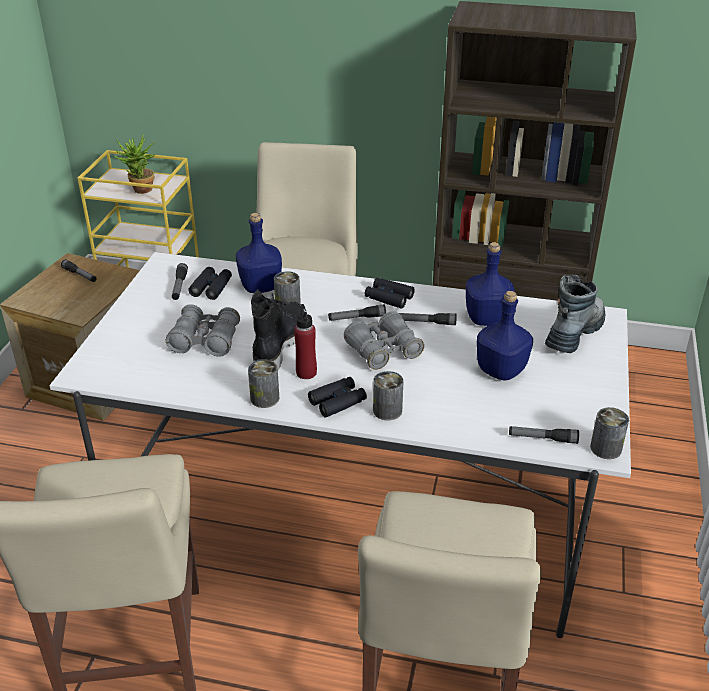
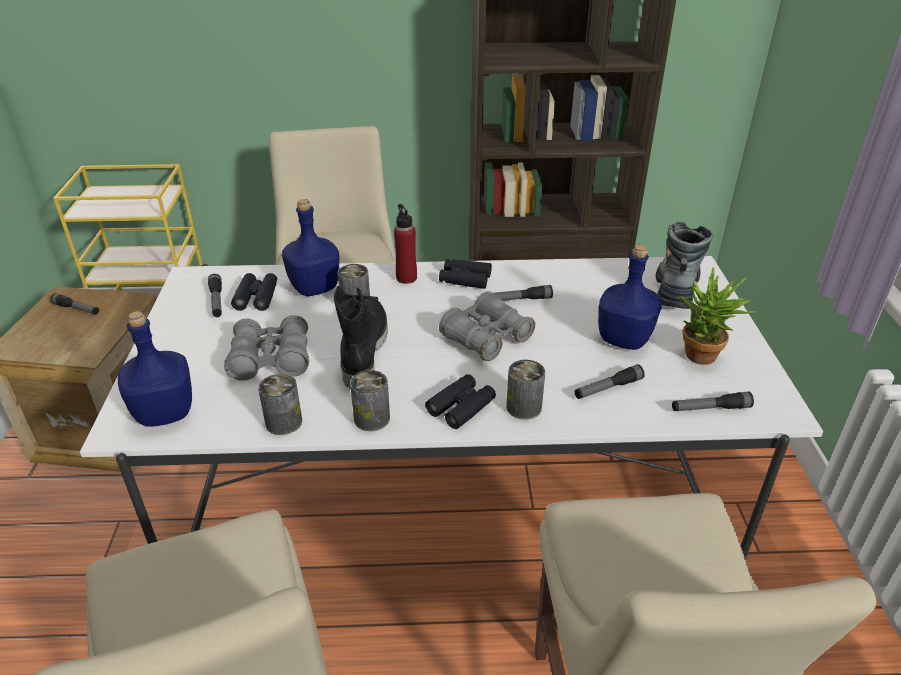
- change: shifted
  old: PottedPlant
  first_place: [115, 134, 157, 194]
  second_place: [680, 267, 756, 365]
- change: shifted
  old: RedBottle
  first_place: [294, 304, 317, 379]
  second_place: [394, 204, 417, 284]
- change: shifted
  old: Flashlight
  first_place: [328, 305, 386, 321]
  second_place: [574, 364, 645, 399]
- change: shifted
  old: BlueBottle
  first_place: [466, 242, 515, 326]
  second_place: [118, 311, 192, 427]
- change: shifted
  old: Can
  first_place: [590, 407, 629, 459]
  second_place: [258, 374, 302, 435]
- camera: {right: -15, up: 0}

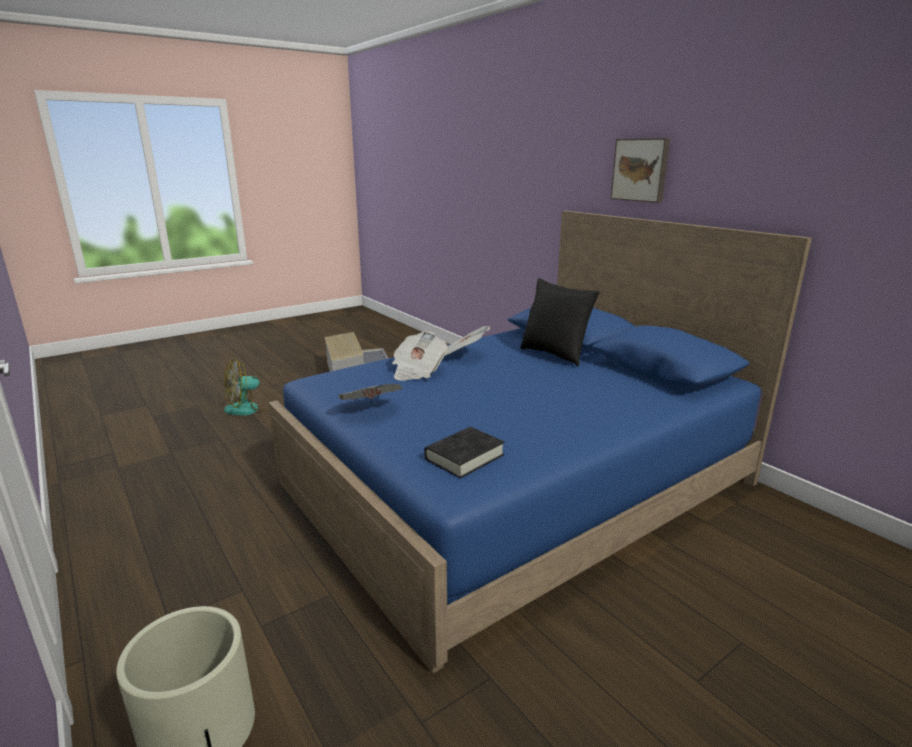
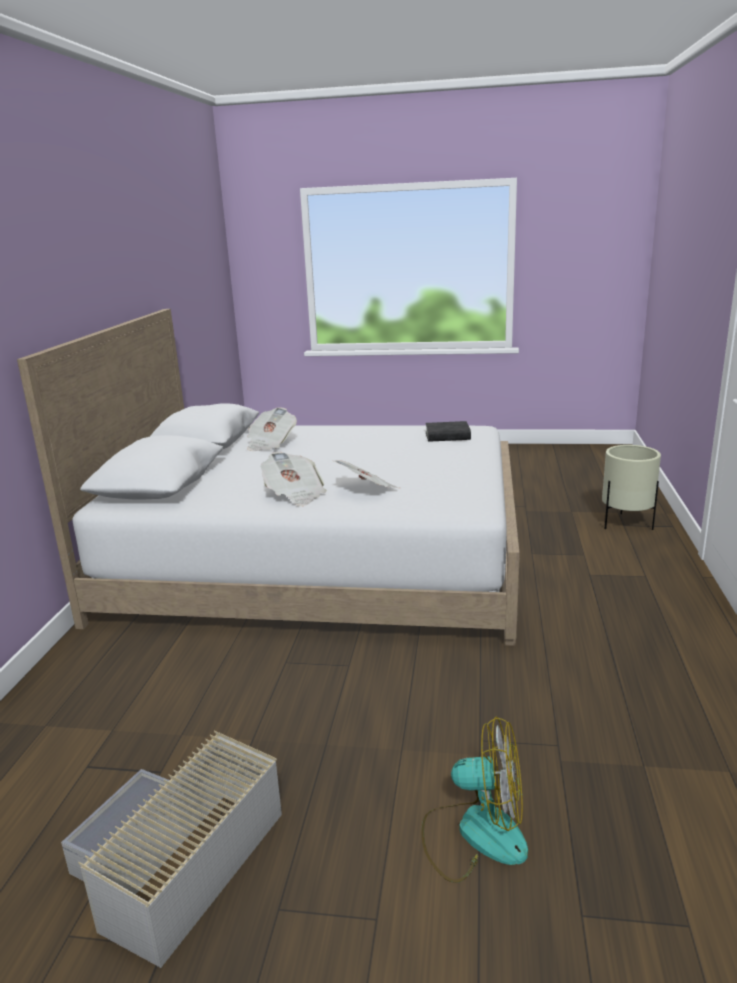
- change: gone
  old: BlackPillow
  first_place: [520, 278, 600, 366]
- change: gone
  old: Picture
  first_place: [611, 138, 670, 203]
- change: shifted
  old: Newspaper
  first_place: [339, 384, 403, 400]
  second_place: [247, 407, 297, 451]
- change: repainted
  old: BlueBed
  new: WhiteBed
  first_place: [268, 211, 812, 674]
  second_place: [17, 309, 520, 646]
- camera: {right: -135, up: 0}

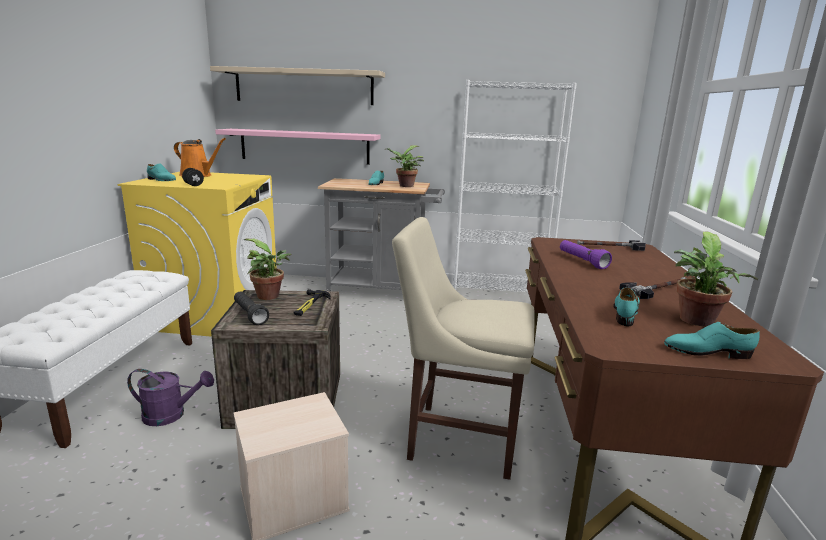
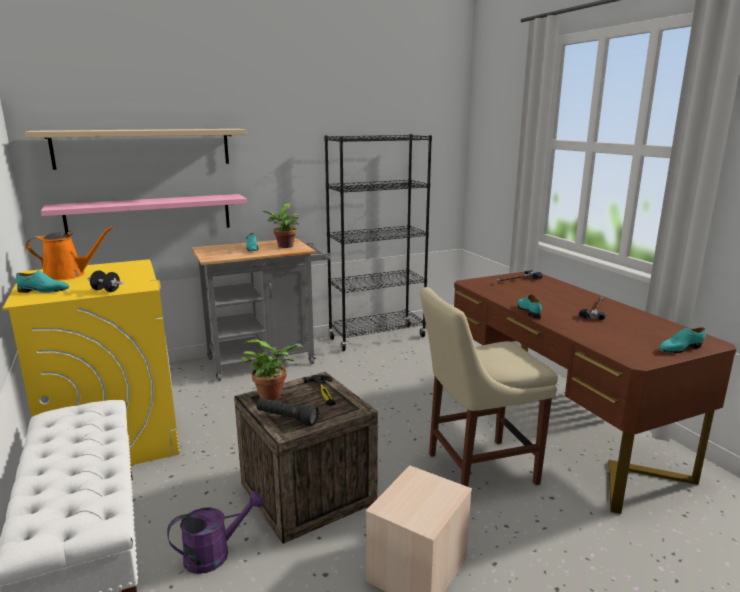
- change: gone
  old: PurpleFlashlight
  first_place: [560, 240, 612, 269]
- change: gone
  old: PottedPlant
  first_place: [674, 231, 758, 327]
- change: shifted
  old: TurquoiseShoe
  first_place: [614, 287, 640, 326]
  second_place: [518, 294, 542, 319]
- change: repainted
  old: WhiteBookcase
  new: BlackBookcase
  first_place: [453, 80, 577, 292]
  second_place: [324, 134, 432, 351]
- camera: {right: -30, up: 0}

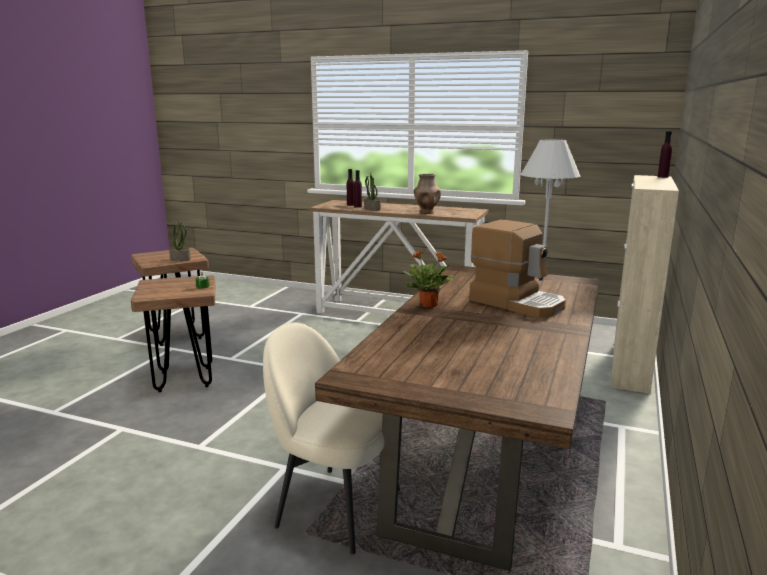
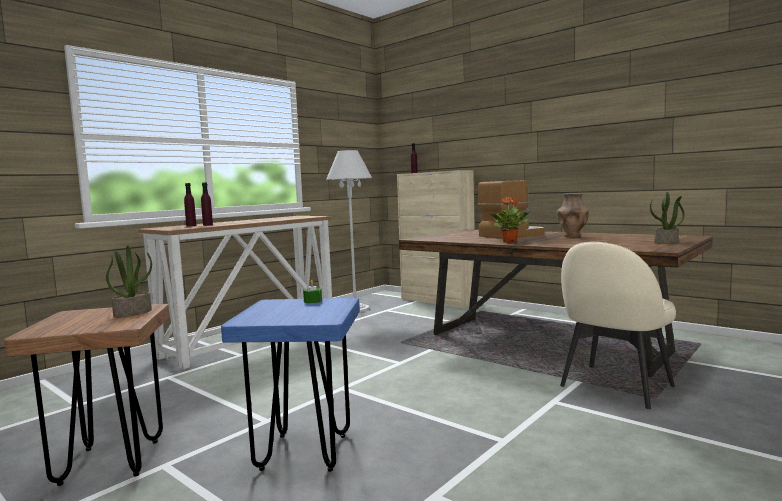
- change: shifted
  old: PottedPlant
  first_place: [364, 173, 381, 210]
  second_place: [650, 192, 685, 244]
- change: shifted
  old: BrownVase
  first_place: [414, 174, 441, 214]
  second_place: [557, 193, 589, 237]
- change: repainted
  old: BrownStool
  new: BlueStool
  first_place: [131, 275, 215, 392]
  second_place: [221, 298, 360, 472]
- camera: {right: -70, up: -10}

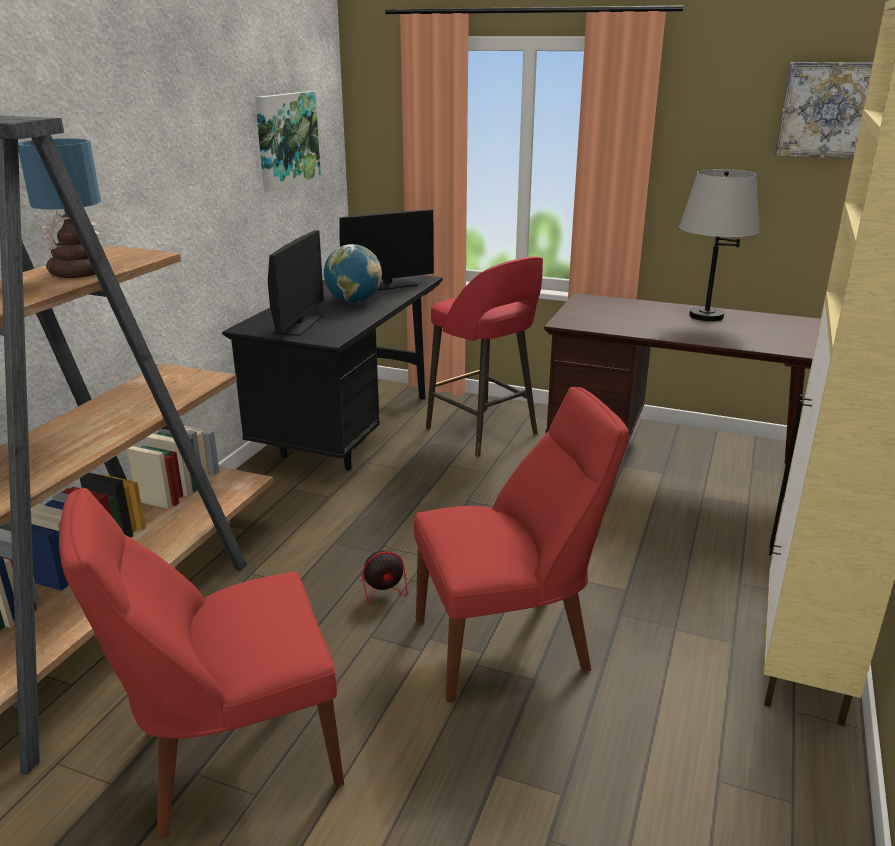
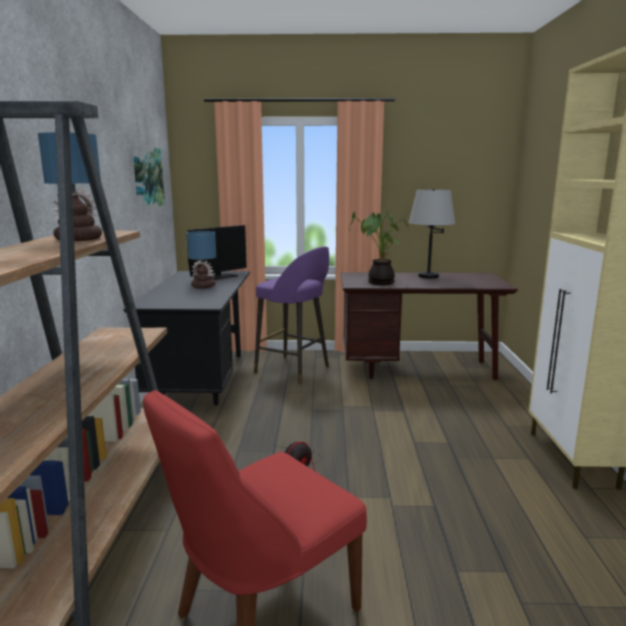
- change: gone
  old: Monitor
  first_place: [268, 230, 324, 336]
- change: gone
  old: RedChair
  first_place: [414, 386, 629, 703]
- change: gone
  old: Picture
  first_place: [775, 62, 873, 159]
- change: new
  new: PottedPlant
  second_place: [349, 211, 409, 285]
- change: swapped
  old: Globe
  new: TableLamp
  first_place: [324, 244, 382, 303]
  second_place: [186, 231, 216, 289]
- change: repainted
  old: RedStool
  new: PurpleStool
  first_place: [426, 256, 543, 457]
  second_place: [254, 246, 329, 384]
- camera: {right: -20, up: -10}

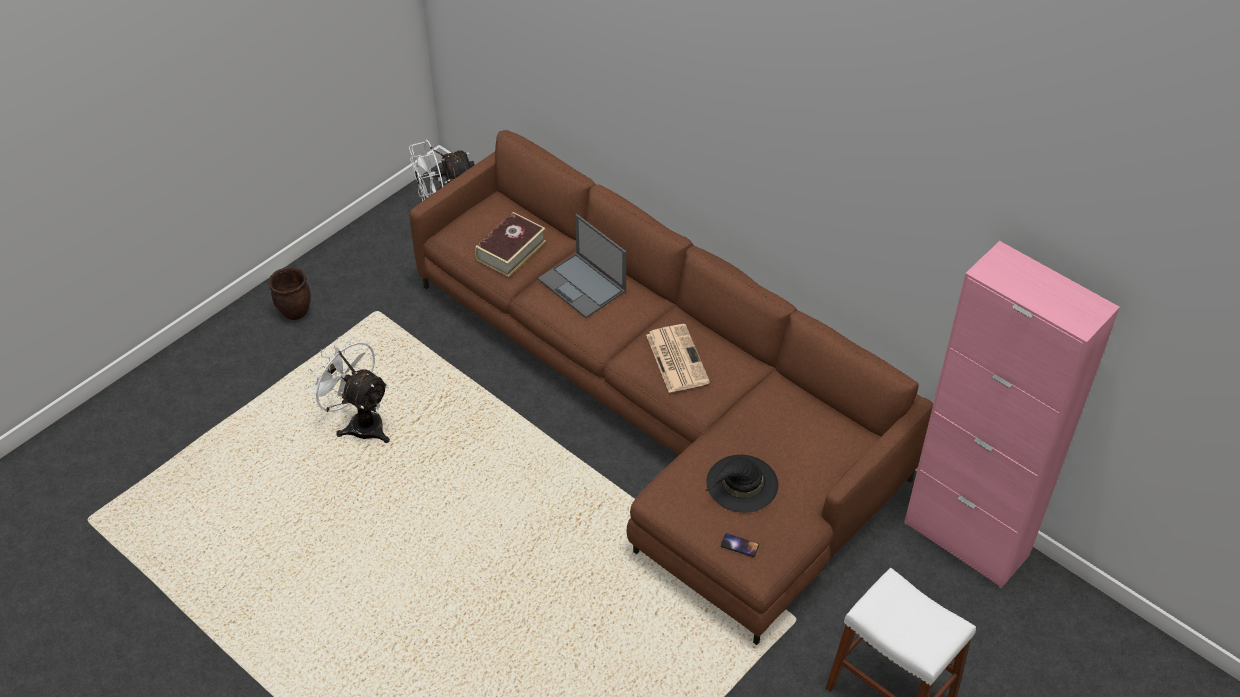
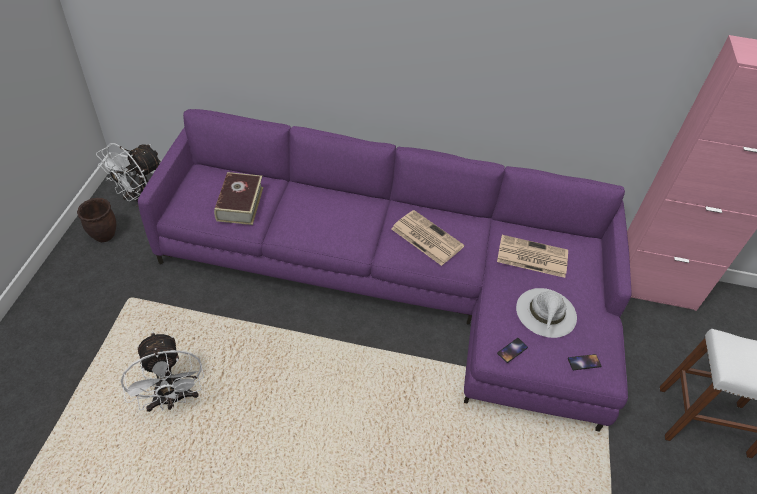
- change: gone
  old: Laptop
  first_place: [538, 214, 626, 318]
- change: new
  new: Newspaper
  second_place: [497, 235, 568, 278]
- change: new
  new: Phone
  second_place: [497, 338, 528, 363]
- change: shifted
  old: BrownPlanter
  first_place: [268, 267, 311, 320]
  second_place: [77, 198, 116, 242]
- change: repainted
  old: BrownSofa
  new: PurpleSofa
  first_place: [410, 130, 933, 645]
  second_place: [138, 109, 632, 432]
- change: repainted
  old: BlackHat
  new: WhiteHat
  first_place: [706, 455, 779, 513]
  second_place: [516, 288, 577, 338]
- change: rotated
  old: WhiteFan
  first_place: [305, 336, 390, 443]
  second_place: [121, 332, 204, 412]
  degrees: -120
- camera: {right: -35, up: 0}

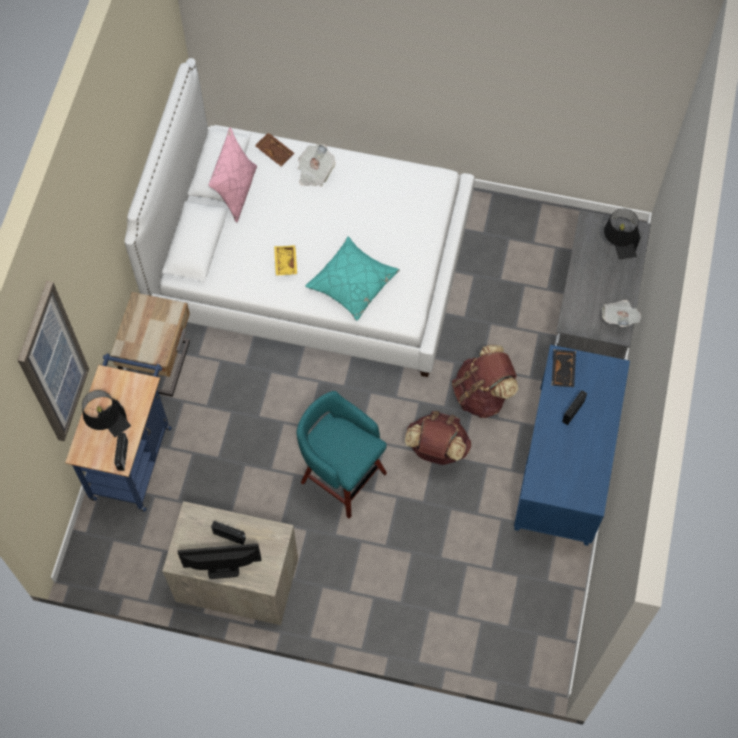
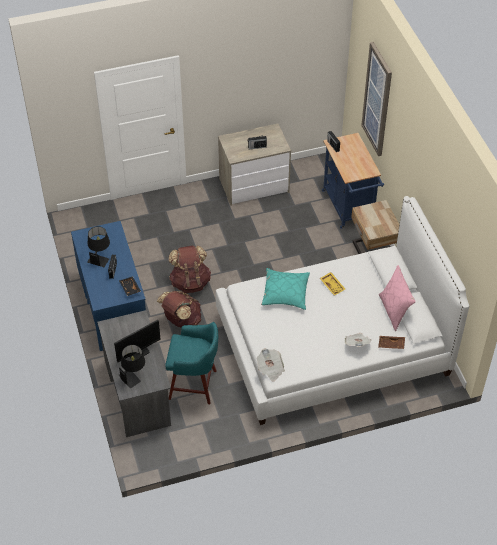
- change: shifted
  old: BlackTableLamp
  first_place: [82, 390, 131, 437]
  second_place: [87, 226, 110, 267]
- change: shifted
  old: Monitor
  first_place: [178, 543, 262, 579]
  second_place: [114, 320, 160, 362]
- change: shifted
  old: TurquoiseStool
  first_place: [296, 391, 387, 519]
  second_place: [165, 322, 218, 404]
- change: shifted
  old: Newspaper
  first_place: [602, 300, 642, 327]
  second_place: [257, 348, 285, 381]
- camera: {right: 150, up: -15}

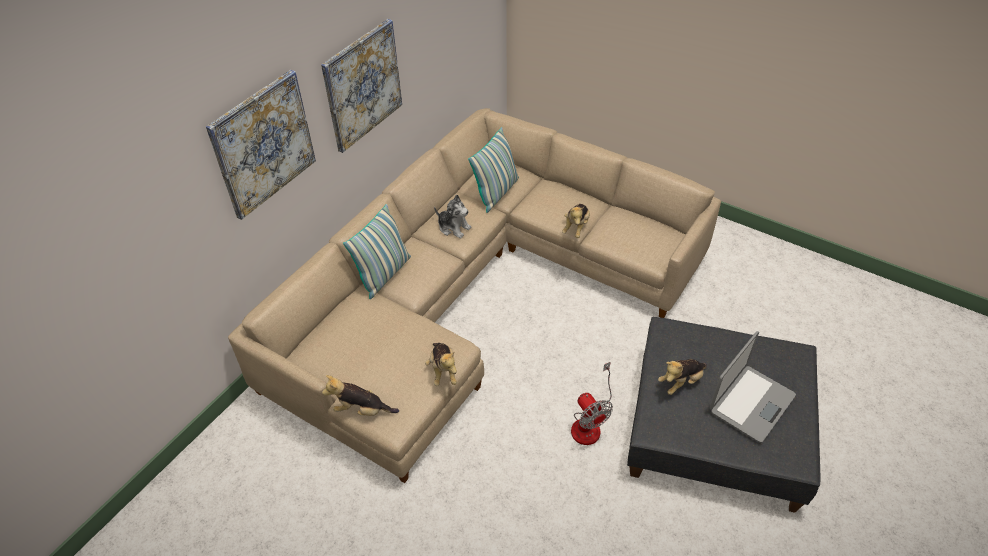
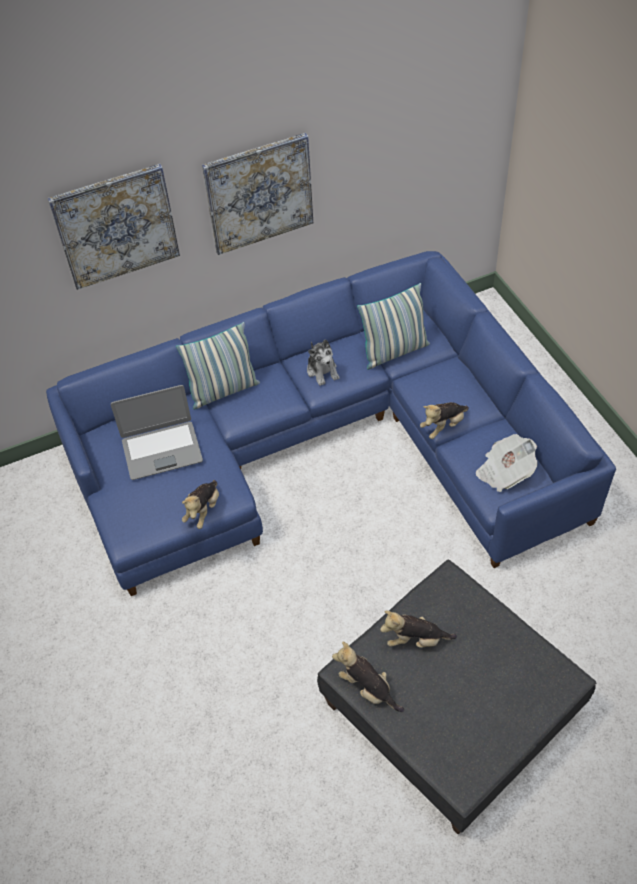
- change: gone
  old: Fan
  first_place: [571, 362, 613, 445]
- change: new
  new: Newspaper
  second_place: [476, 434, 538, 492]
- change: shifted
  old: PlushToy
  first_place: [322, 375, 399, 416]
  second_place: [332, 641, 404, 712]
- change: shifted
  old: Laptop
  first_place: [710, 331, 796, 443]
  second_place: [111, 385, 203, 480]
- change: repainted
  old: BeigeSofa
  new: BlueSofa
  first_place: [228, 108, 721, 483]
  second_place: [46, 251, 616, 596]
- camera: {right: 35, up: 5}

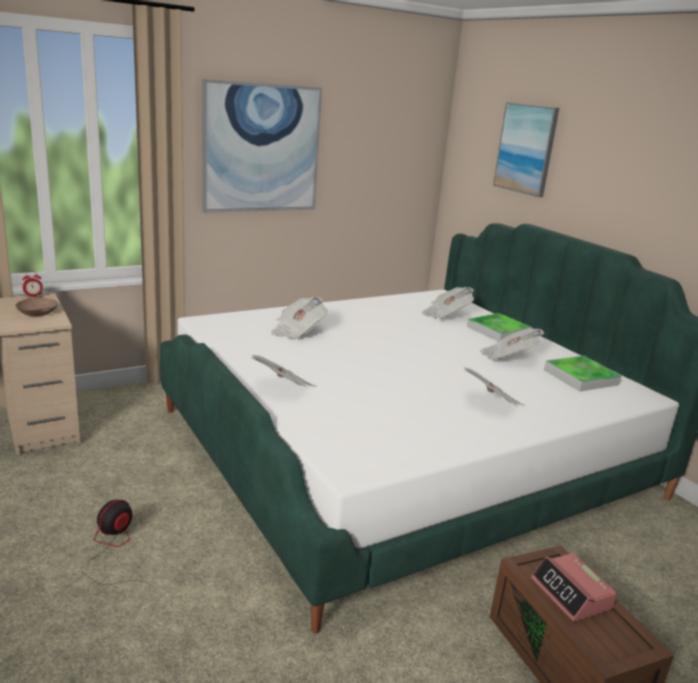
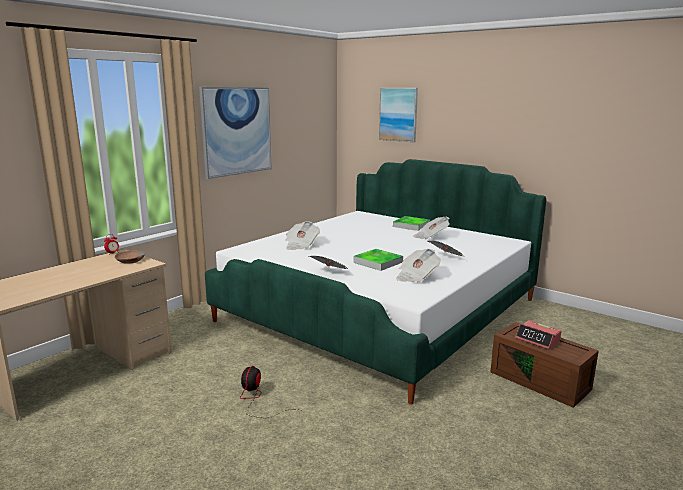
- change: shifted
  old: Newspaper
  first_place: [422, 287, 474, 319]
  second_place: [396, 249, 441, 282]
- change: shifted
  old: Tray
  first_place: [544, 356, 621, 391]
  second_place: [353, 249, 403, 271]
- camera: {right: -20, up: -5}

